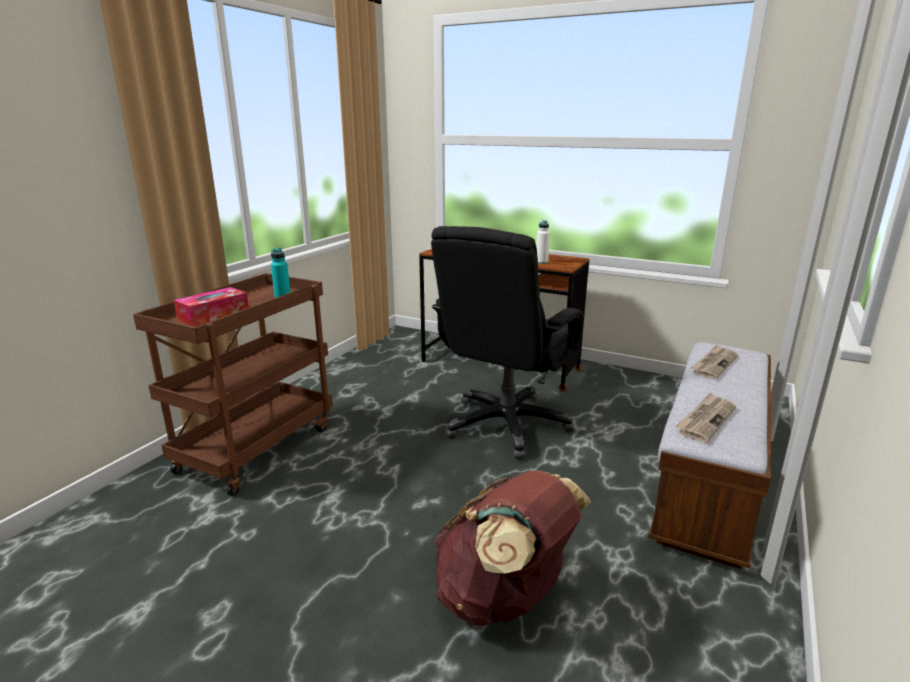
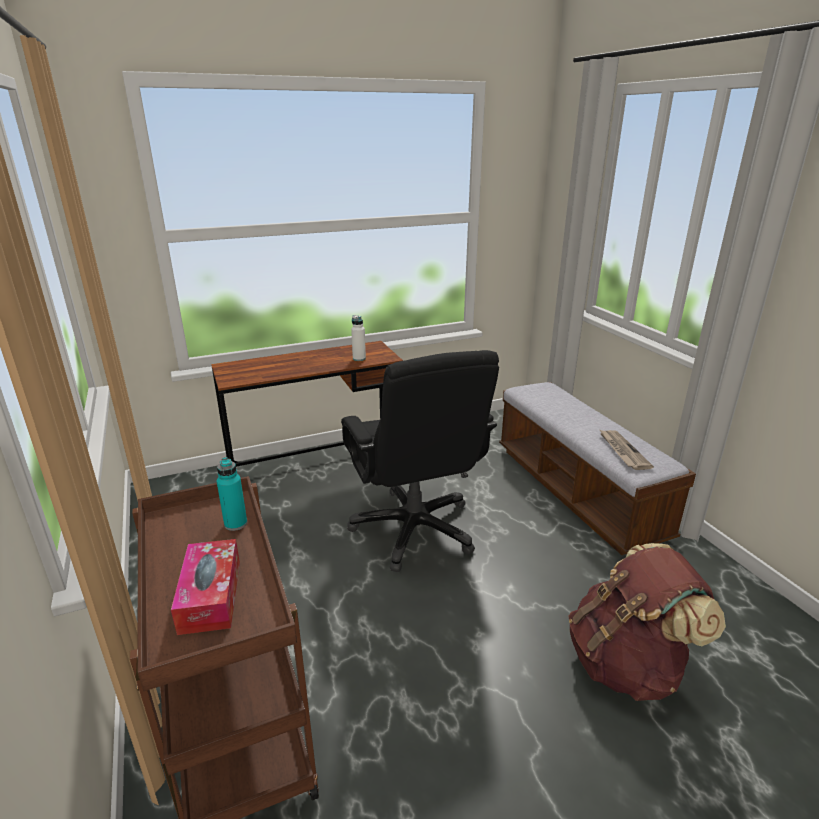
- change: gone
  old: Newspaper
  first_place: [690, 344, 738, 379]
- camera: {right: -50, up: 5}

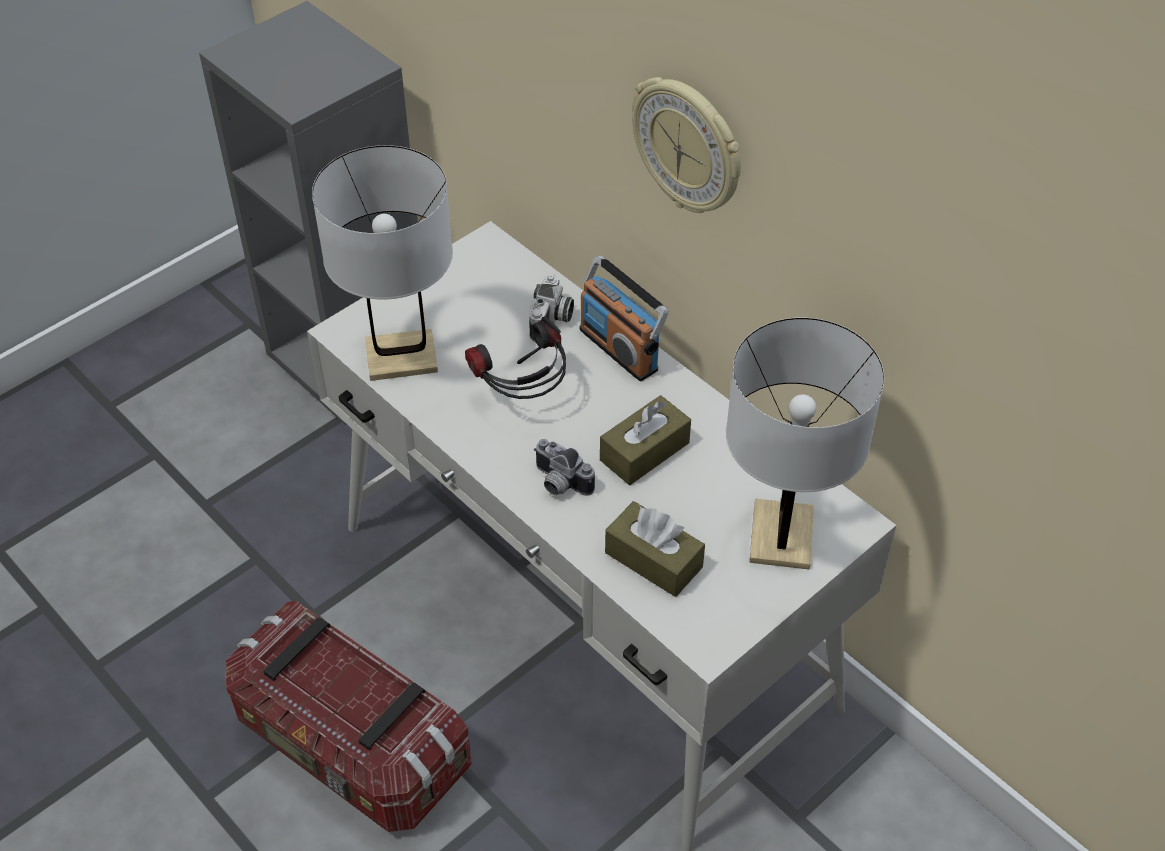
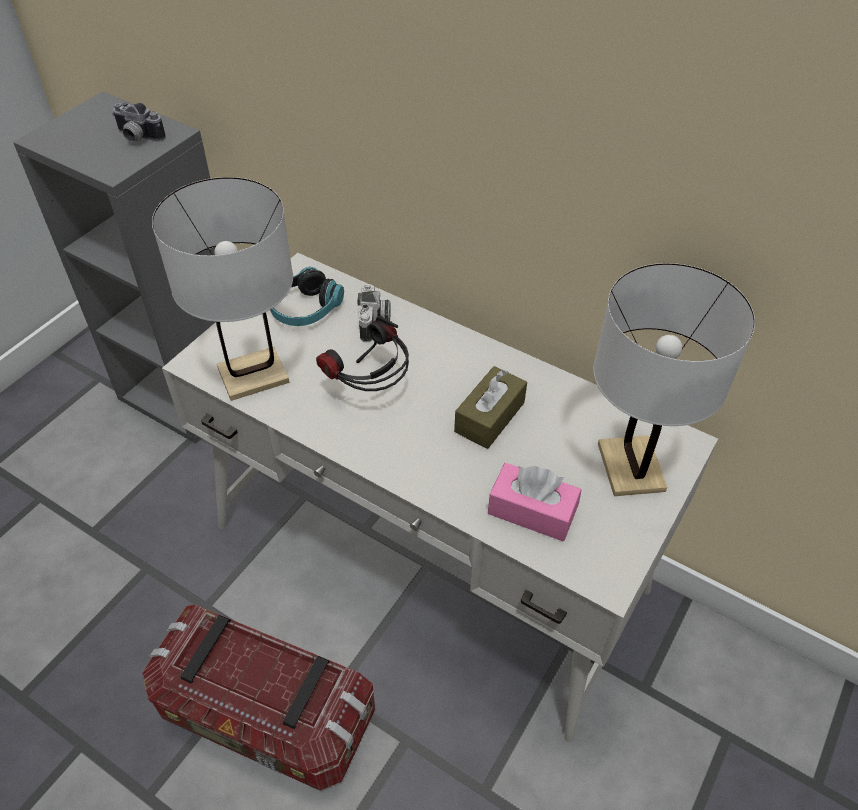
- change: gone
  old: Radio
  first_place: [580, 256, 669, 381]
- change: gone
  old: WallClock
  first_place: [632, 77, 741, 213]
- change: new
  new: Headphones
  second_place: [270, 267, 344, 326]
- change: shifted
  old: PhotoCamera
  first_place: [534, 439, 595, 496]
  second_place: [112, 103, 166, 142]
- change: repainted
  old: BrownTissueBox
  new: PinkTissueBox
  first_place: [605, 501, 705, 597]
  second_place: [488, 463, 582, 541]
- camera: {right: -15, up: 0}

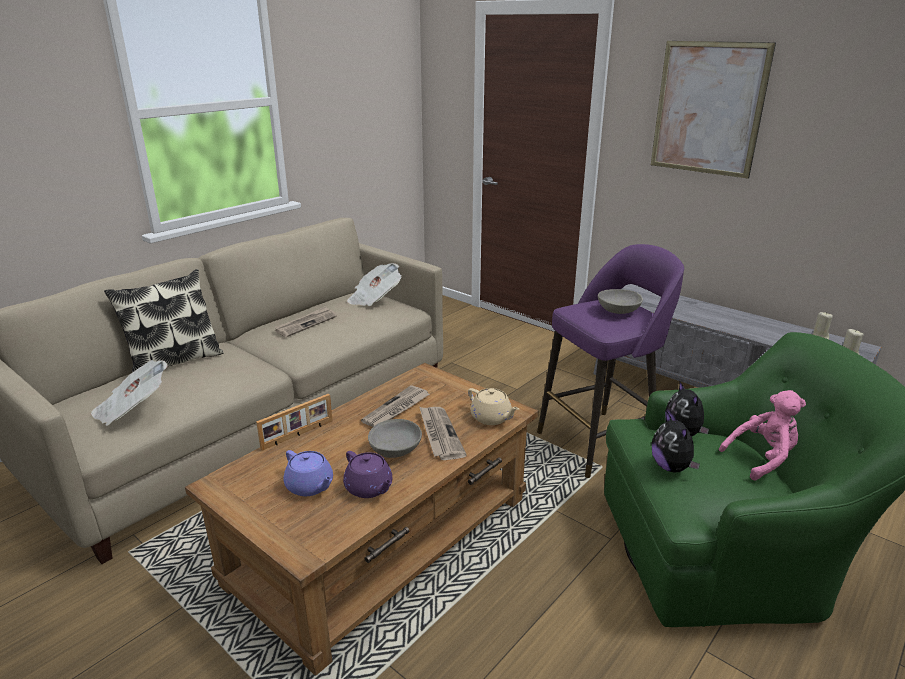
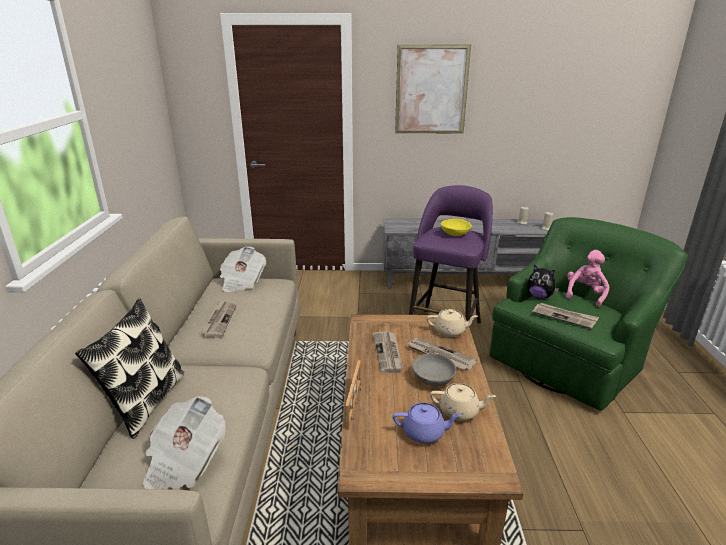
- change: swapped
  old: PlushToy
  new: Newspaper
  first_place: [652, 412, 700, 472]
  second_place: [532, 303, 599, 329]
- change: repainted
  old: PurpleTeapot
  new: BeigeTeapot
  first_place: [343, 451, 393, 498]
  second_place: [430, 383, 496, 421]
- change: repainted
  old: GreyBowl
  new: YellowBowl
  first_place: [598, 289, 643, 314]
  second_place: [441, 219, 472, 236]
- camera: {right: -40, up: 0}

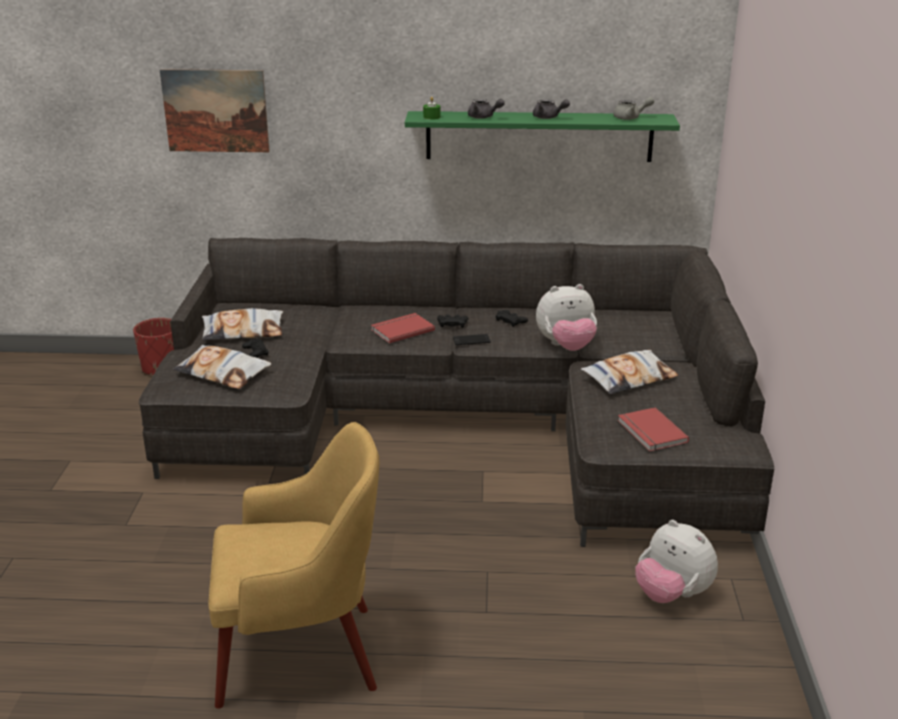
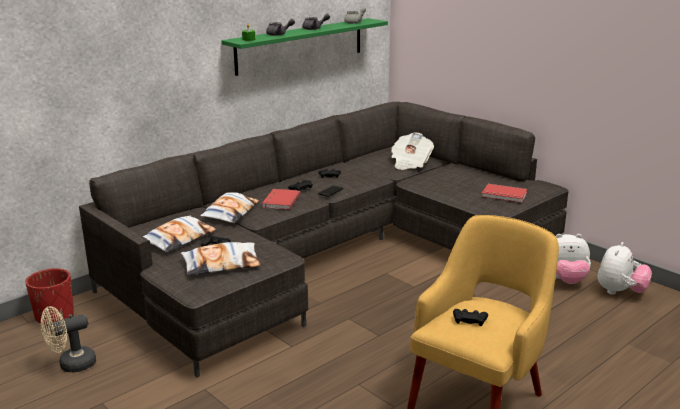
- change: gone
  old: Picture
  first_place: [160, 69, 270, 152]
- change: new
  new: BeigeFan
  second_place: [41, 306, 96, 372]
- change: new
  new: Newspaper
  second_place: [391, 132, 434, 170]
- change: new
  new: BlackGameController
  second_place: [453, 309, 488, 326]
- change: shifted
  old: PlushToy
  first_place: [536, 284, 597, 351]
  second_place: [598, 242, 652, 295]
- change: shifted
  old: Pillow
  first_place: [581, 350, 678, 394]
  second_place: [200, 192, 259, 223]
- camera: {right: -45, up: -5}

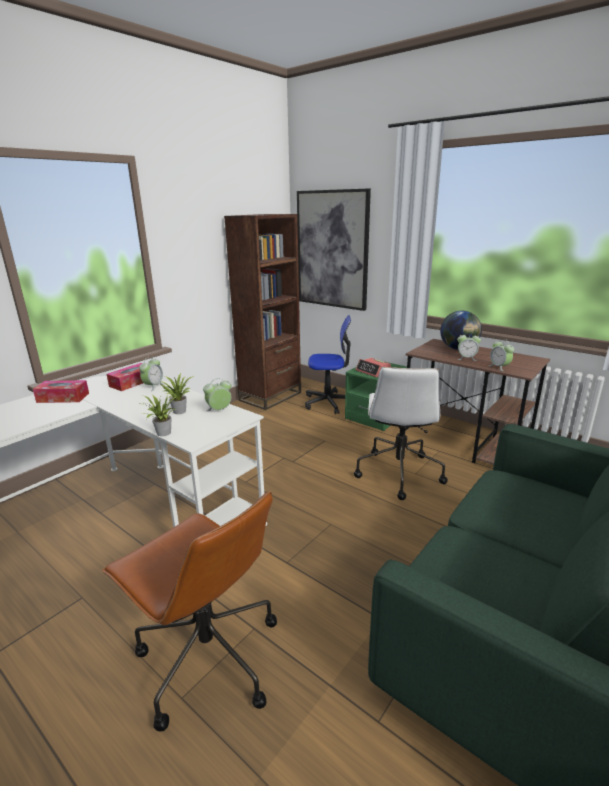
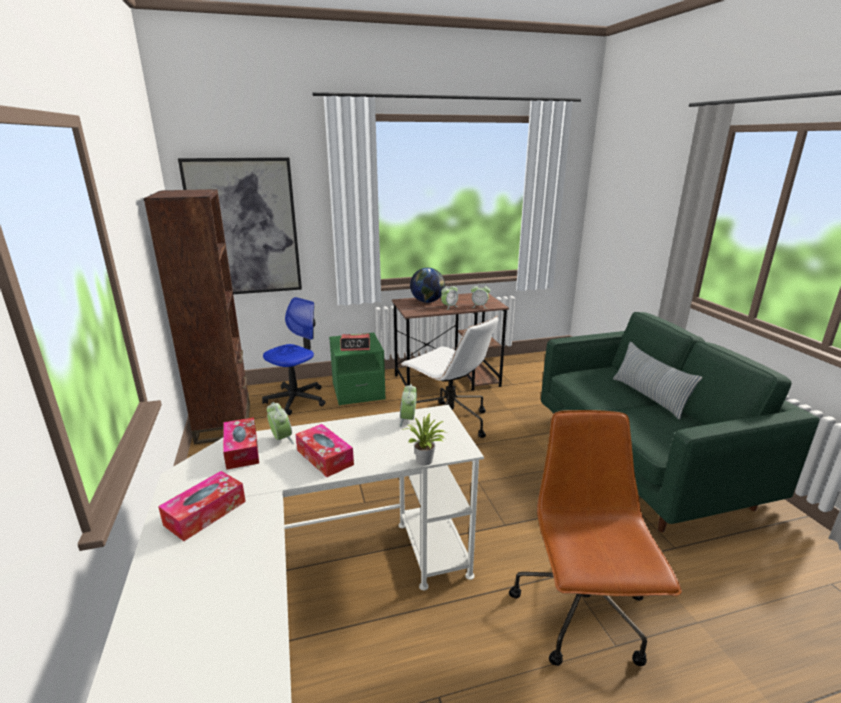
- change: gone
  old: PottedPlant
  first_place: [160, 373, 194, 414]
- change: new
  new: TissueBox
  second_place: [295, 424, 354, 477]
- change: new
  new: Pillow
  second_place: [613, 342, 702, 420]
- change: rotated
  old: BrownOfficeChair
  first_place: [102, 491, 277, 732]
  second_place: [509, 410, 682, 666]
  degrees: -75
- camera: {right: -55, up: 0}

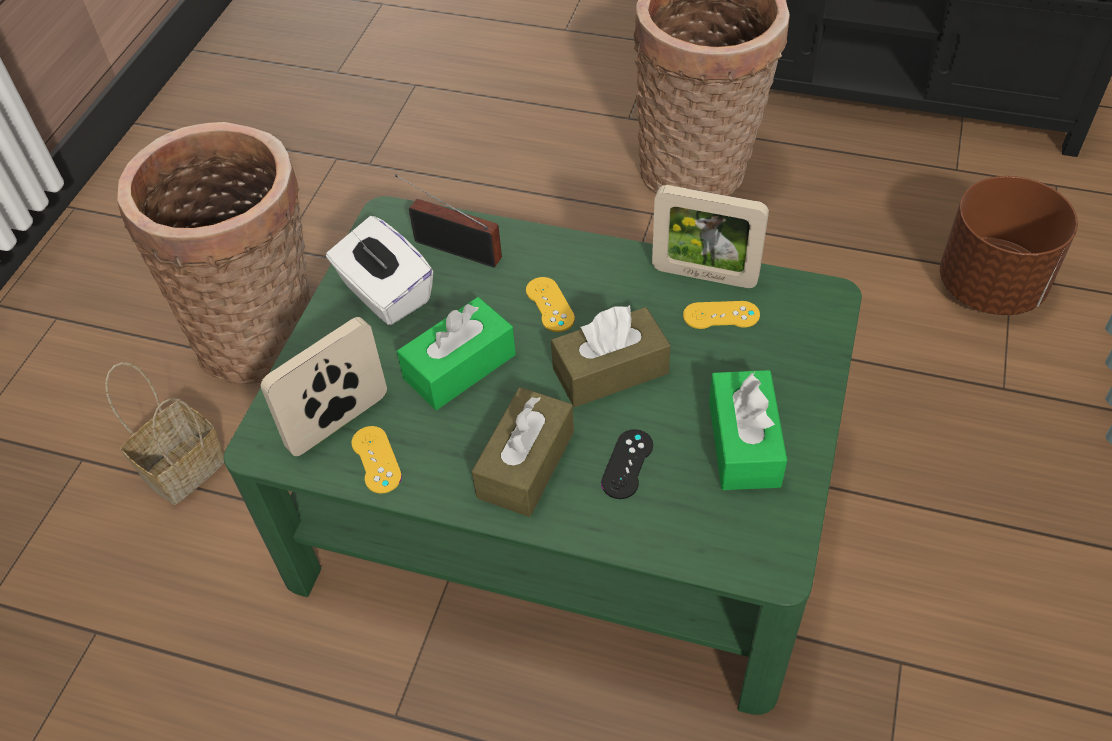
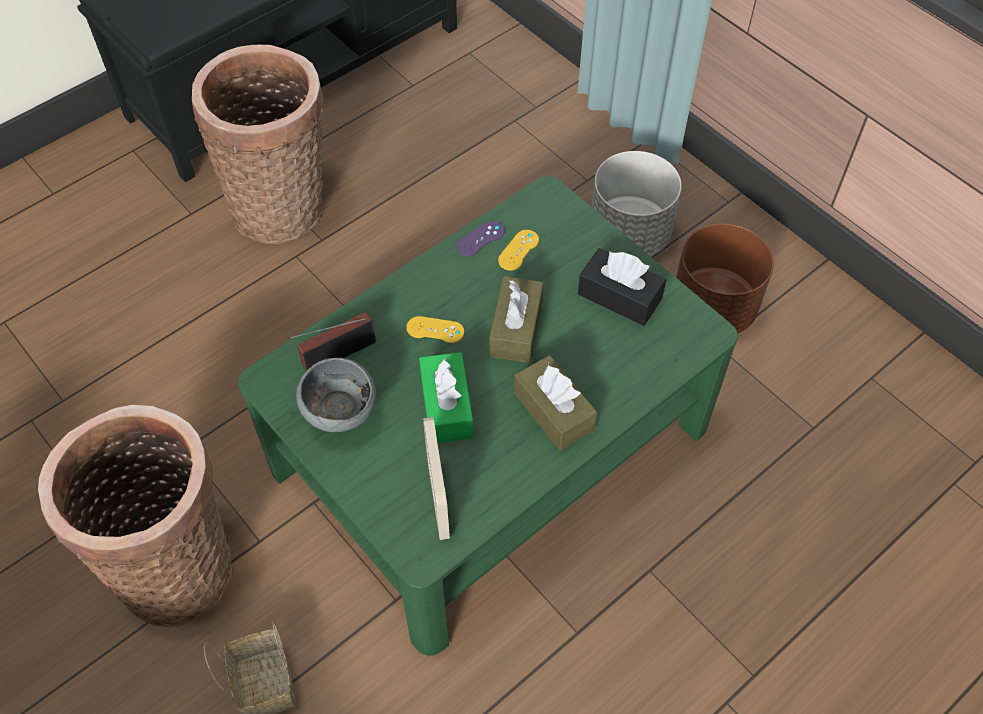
- change: gone
  old: YellowGameController
  first_place: [351, 426, 402, 493]
- change: gone
  old: BlackGameController
  first_place: [601, 429, 653, 499]
- change: new
  new: GreyPlanter
  second_place: [591, 151, 682, 256]
- change: shifted
  old: BrownPlanter
  first_place: [940, 176, 1078, 316]
  second_place: [676, 224, 774, 333]
- change: swapped
  old: WhiteTissueBox
  new: GreyBowl
  first_place: [326, 216, 433, 325]
  second_place: [296, 358, 376, 432]
- change: swapped
  old: PictureFrame
  new: PurpleGameController
  first_place: [652, 185, 769, 288]
  second_place: [456, 221, 504, 256]
- change: repainted
  old: GreenTissueBox
  new: BlackTissueBox
  first_place: [709, 370, 787, 490]
  second_place: [578, 248, 666, 326]
- camera: {right: -60, up: 5}

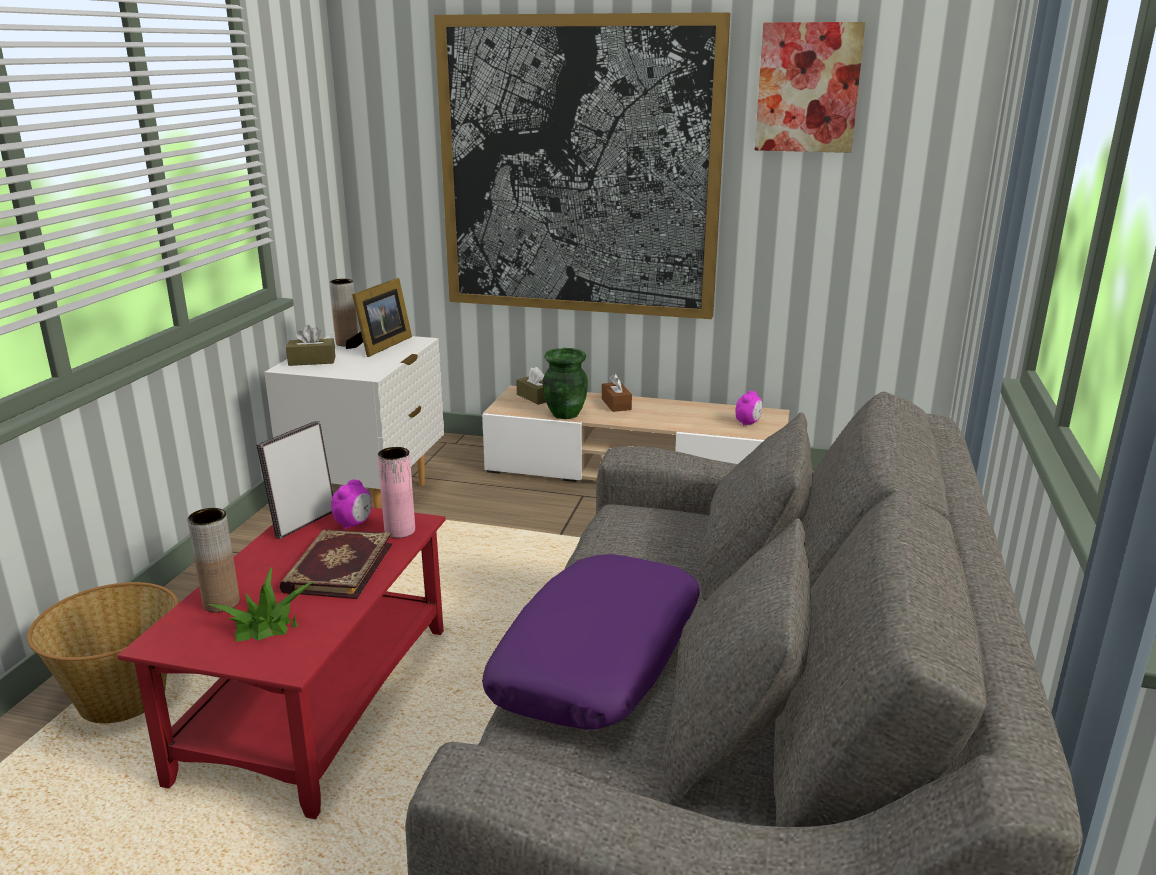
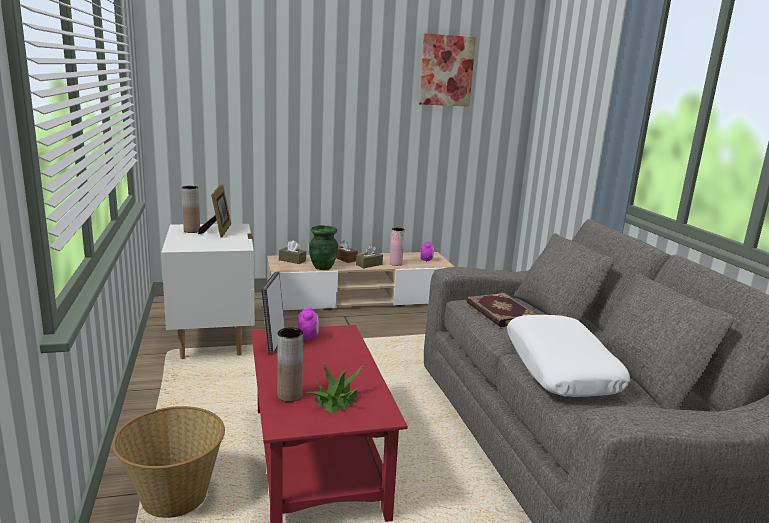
- change: gone
  old: Picture
  first_place: [434, 12, 731, 319]
- change: shifted
  old: Book
  first_place: [280, 529, 392, 599]
  second_place: [466, 293, 539, 327]
- change: shifted
  old: BrownTissueBox
  first_place: [286, 325, 335, 366]
  second_place: [356, 245, 383, 268]
- change: shifted
  old: PinkVase
  first_place: [378, 447, 415, 538]
  second_place: [390, 228, 405, 266]
- change: repainted
  old: PurplePillow
  new: WhitePillow
  first_place: [482, 554, 700, 729]
  second_place: [507, 315, 630, 397]
- camera: {right: -30, up: -5}

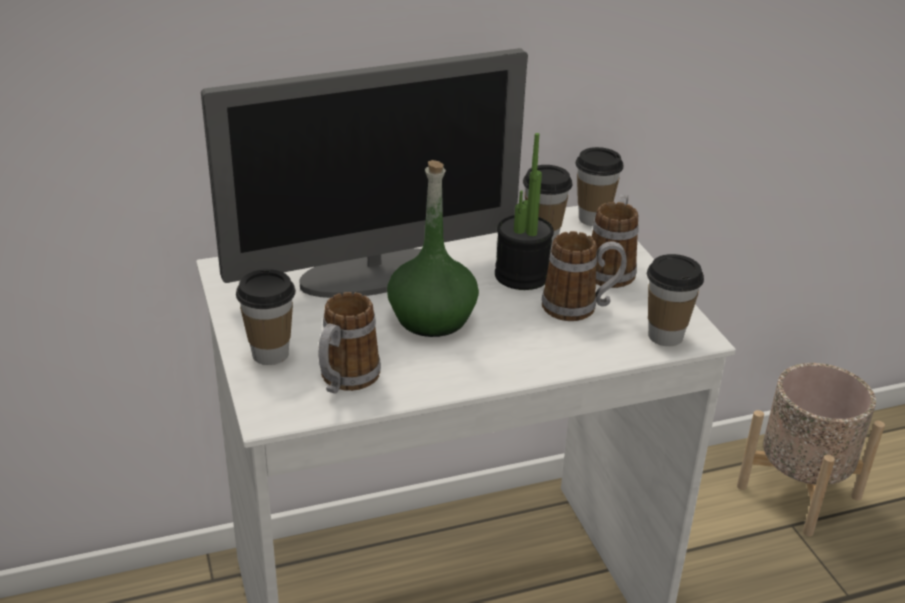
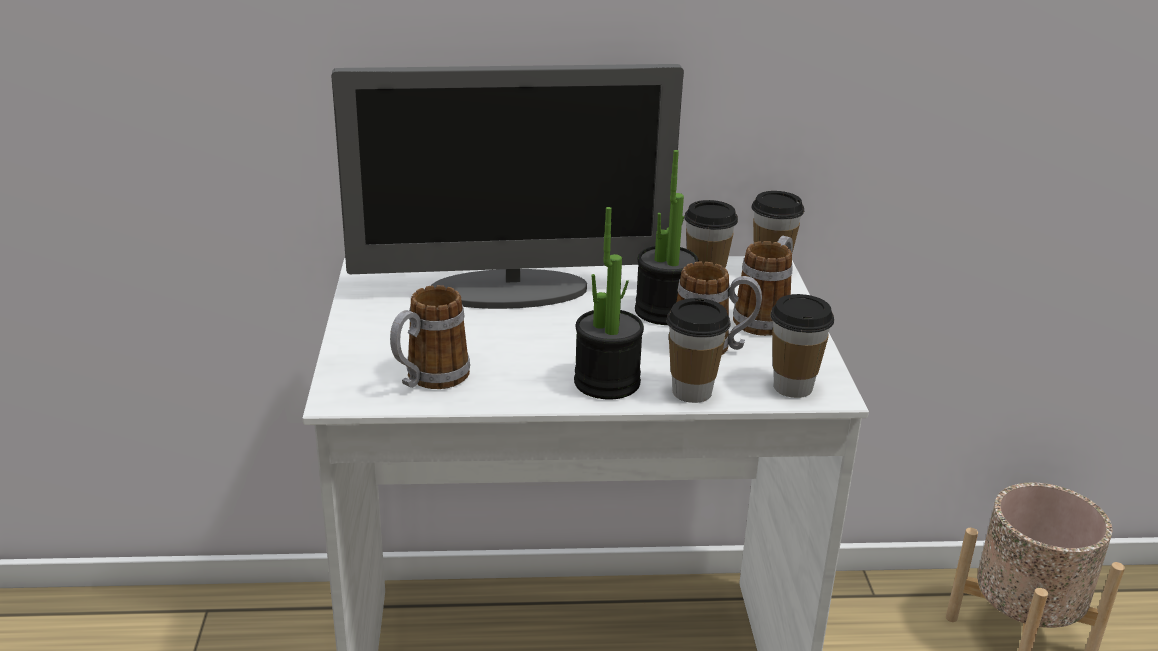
- change: gone
  old: GreenBottle
  first_place: [387, 160, 479, 337]
- change: new
  new: PottedPlant
  second_place: [574, 207, 644, 400]
- change: shifted
  old: Cup
  first_place: [236, 269, 296, 365]
  second_place: [666, 298, 731, 403]
- camera: {right: 15, up: -5}

